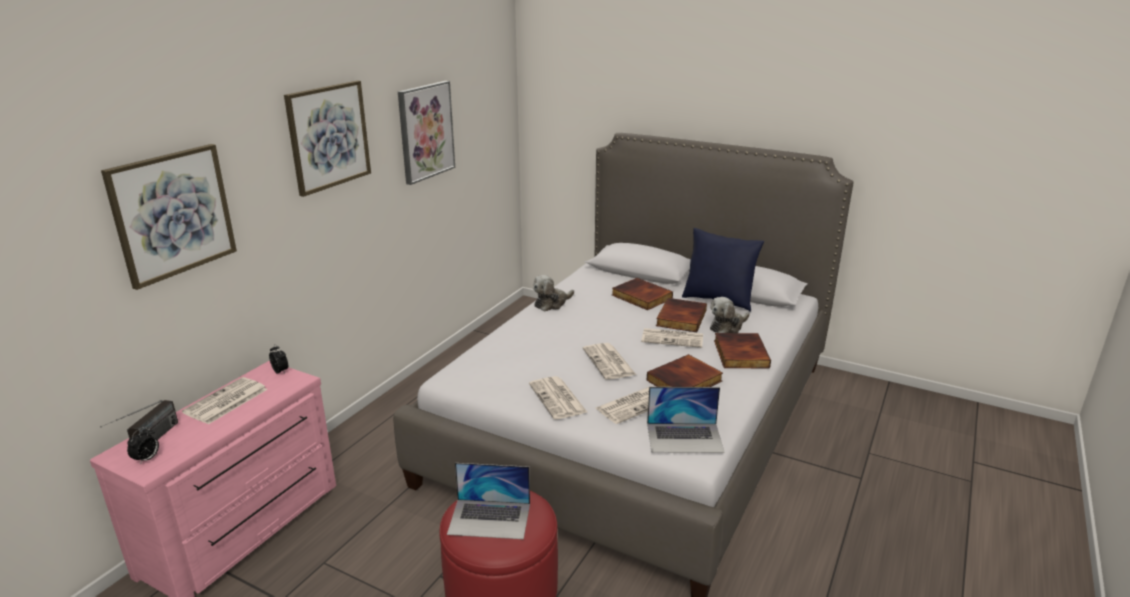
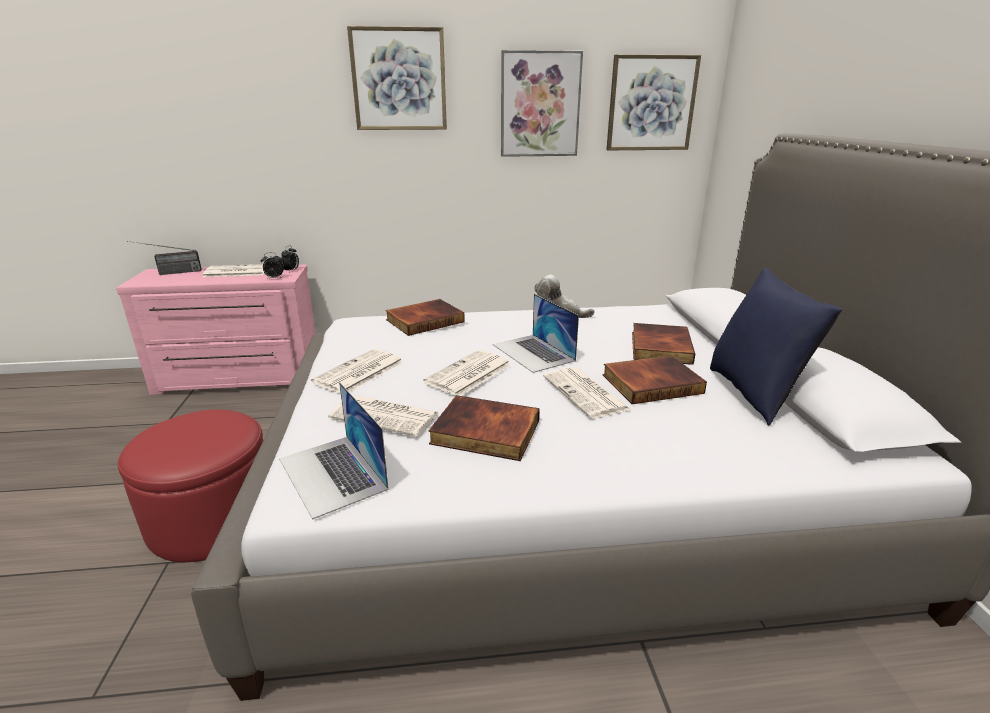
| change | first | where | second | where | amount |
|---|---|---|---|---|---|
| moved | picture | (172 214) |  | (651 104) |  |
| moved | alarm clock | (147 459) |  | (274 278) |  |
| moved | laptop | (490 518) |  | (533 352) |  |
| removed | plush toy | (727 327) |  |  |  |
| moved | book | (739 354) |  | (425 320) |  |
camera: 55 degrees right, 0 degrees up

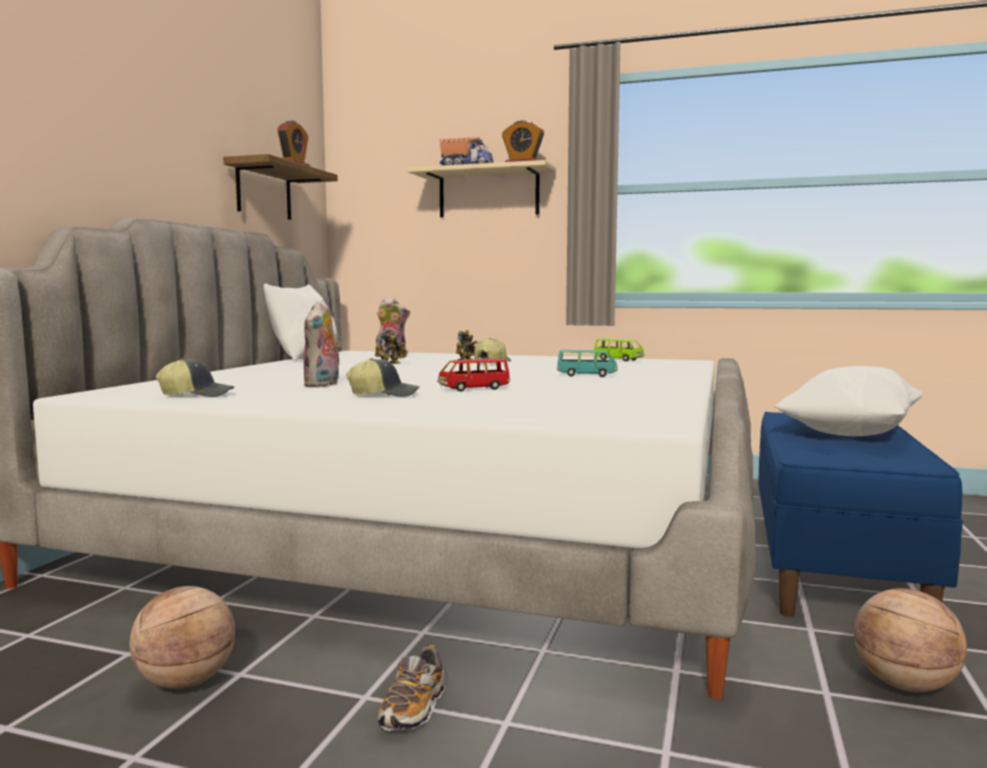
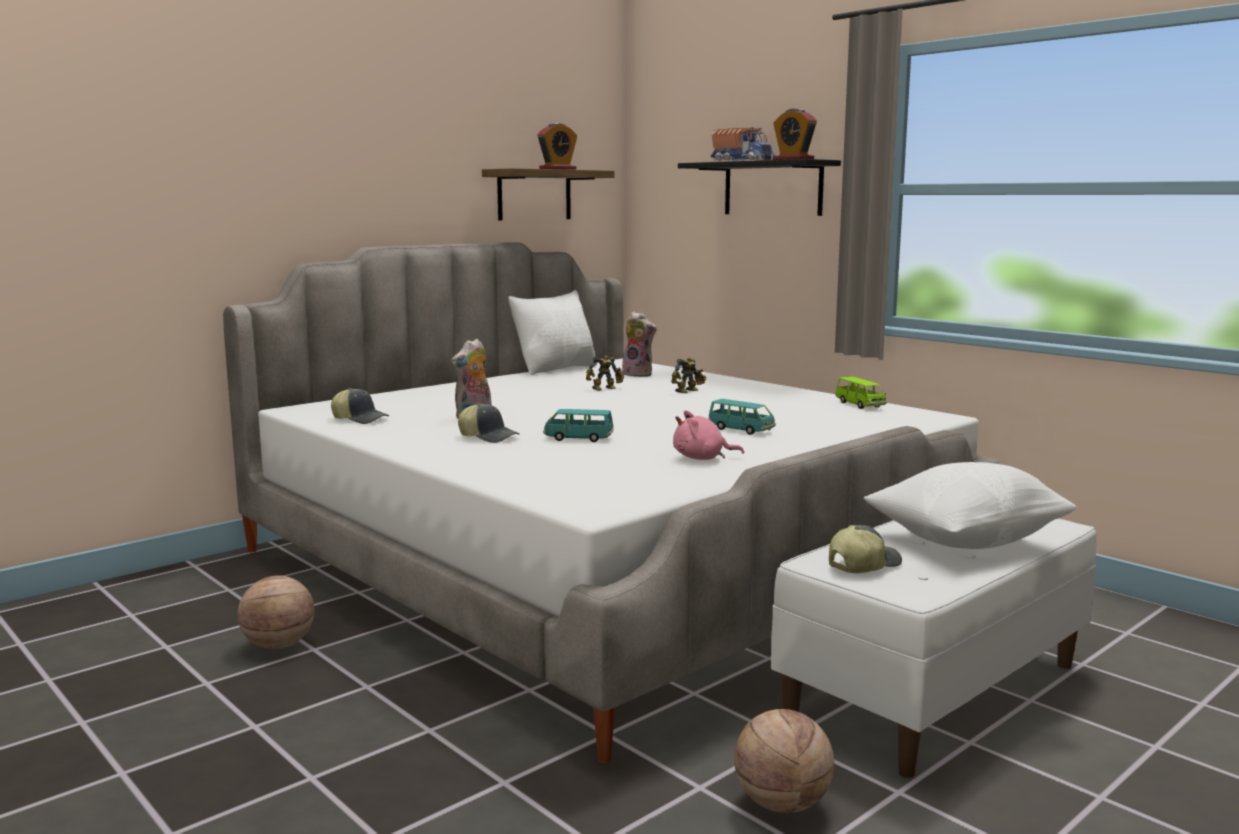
| change | first | where | second | where | amount |
|---|---|---|---|---|---|
| removed | shoe | (414 709) |  |  |  |
| recoloured | shelf (beige) | (488 193) | shelf (black) | (772 188) |  |
| recoloured | toy car (red) | (473 389) | toy car (turquoise) | (578 438) |  |
| moved | cap | (491 363) |  | (862 565) |  |
| recoloured | bench (blue) | (832 566) | bench (white) | (934 690) |  |
| added |  |  | plush toy (pink) | (702 458) |  |
camera: 30 degrees right, 5 degrees up

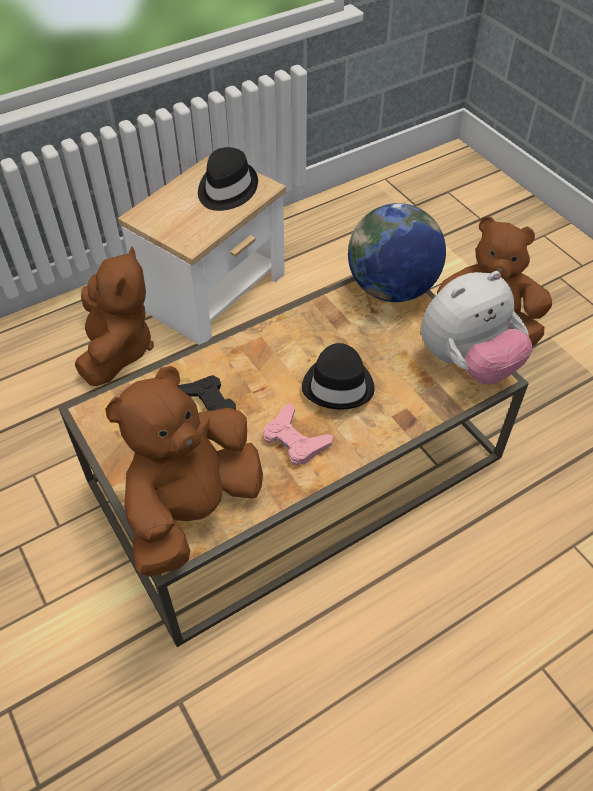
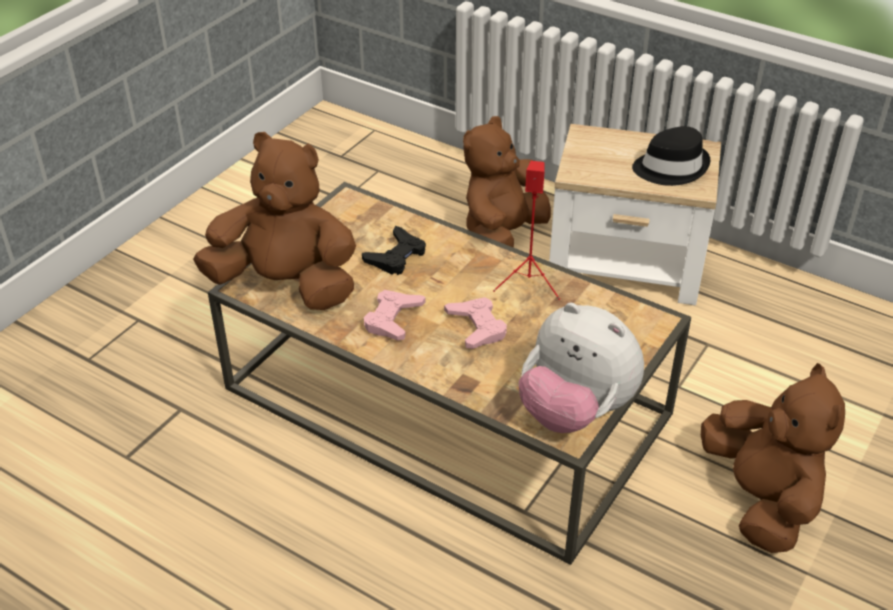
| change | first | where | second | where | amount |
|---|---|---|---|---|---|
| turned | plush toy (brown) | (117 350) |  | (502 235) | 150 degrees clockwise |
| replaced | hat (black) | (339 385) | game controller (pink) | (477 327) |  |
| removed | globe | (391 289) |  |  |  |
| added |  |  | speaker (red) | (529 283) |  |
camera: 65 degrees right, 10 degrees down

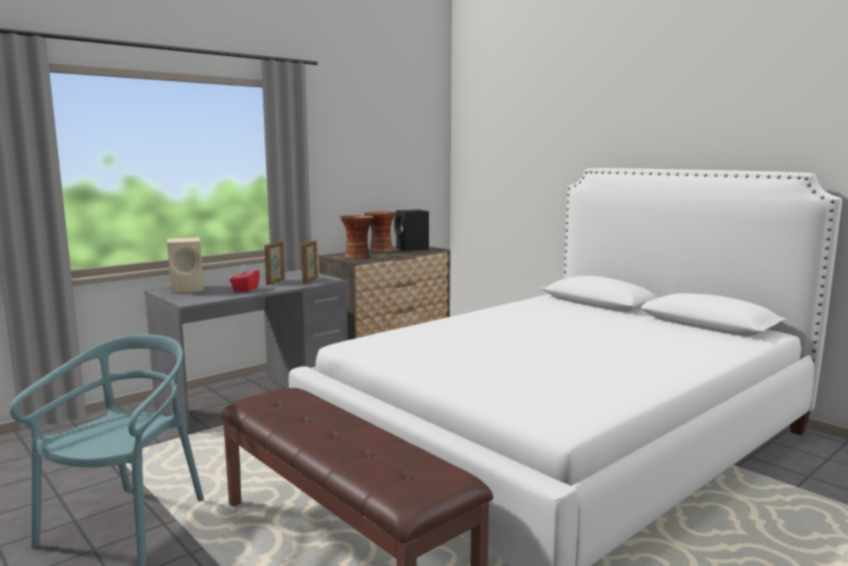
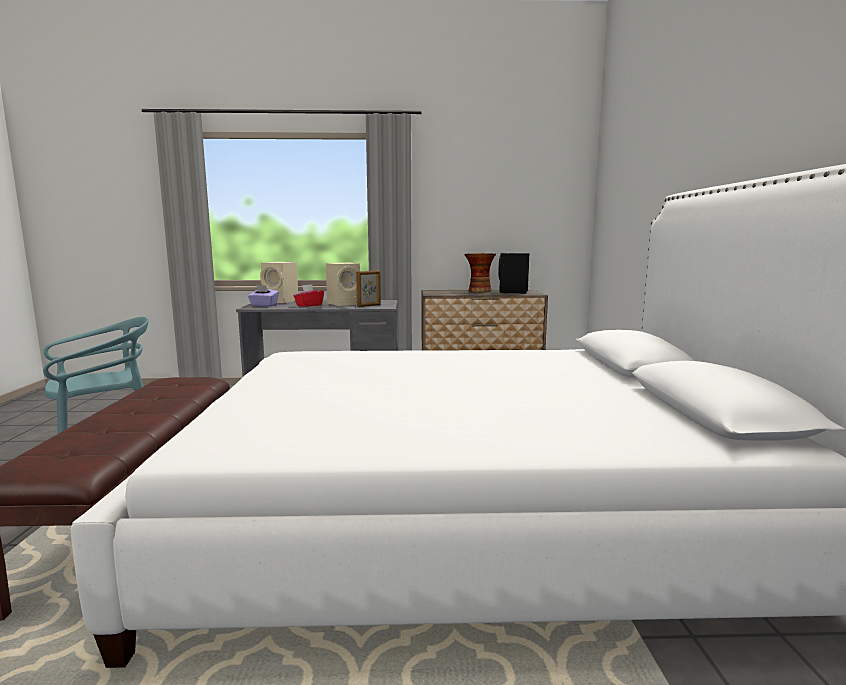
| change | first | where | second | where | amount |
|---|---|---|---|---|---|
| replaced | picture frame | (276 282) | speaker (beige) | (345 304) |  |
| removed | vase | (357 257) |  |  |  |
| added |  |  | tissue box (purple) | (263 305) |  |
camera: 40 degrees right, 0 degrees up

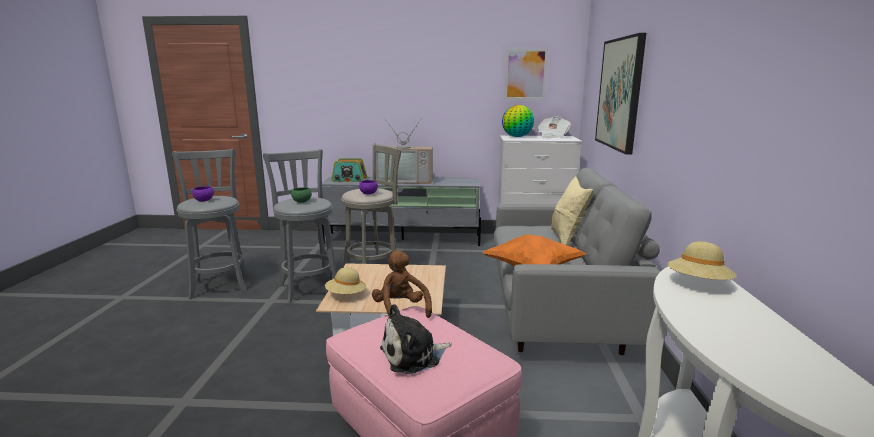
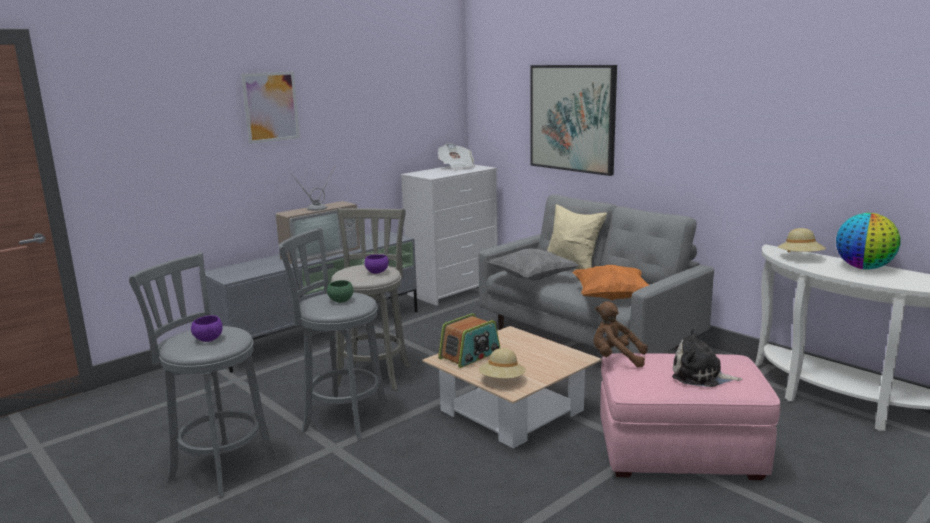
| change | first | where | second | where | amount |
|---|---|---|---|---|---|
| moved | radio | (349 180) |  | (470 355) |  |
| turned | plush toy | (413 356) |  | (700 376) | 90 degrees clockwise |
| moved | globe | (517 137) |  | (864 268) |  |
| moved | picture | (525 74) |  | (271 107) |  |
| added |  |  | pillow (grey) | (532 278) |  |
camera: 45 degrees left, 0 degrees up

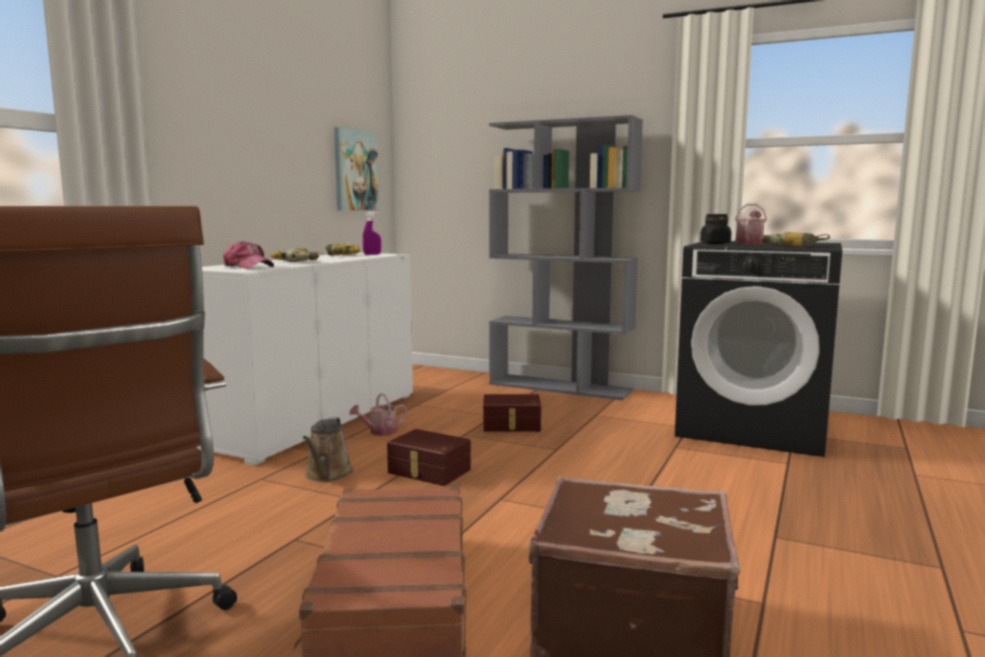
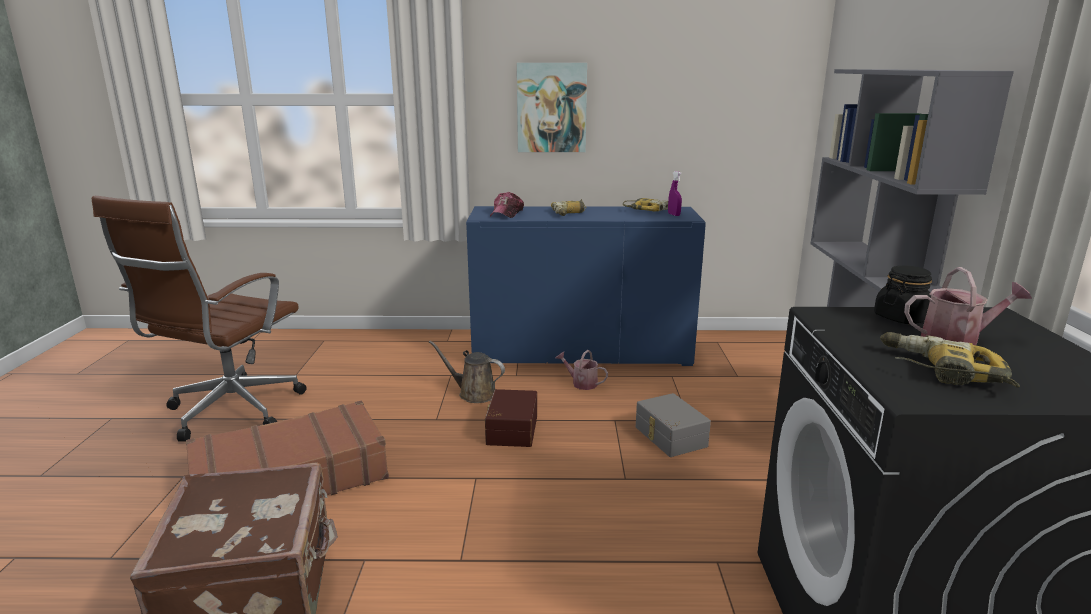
| change | first | where | second | where | amount |
|---|---|---|---|---|---|
| recoloured | cabinet (white) | (316 420) | cabinet (blue) | (581 352) |  |
| turned | watering can (brown) | (327 475) |  | (474 393) | 45 degrees clockwise |
| moved | picture | (355 170) |  | (551 108) |  |
| recoloured | storage box (brown) | (511 425) | storage box (grey) | (669 437) |  |
camera: 65 degrees right, 10 degrees up

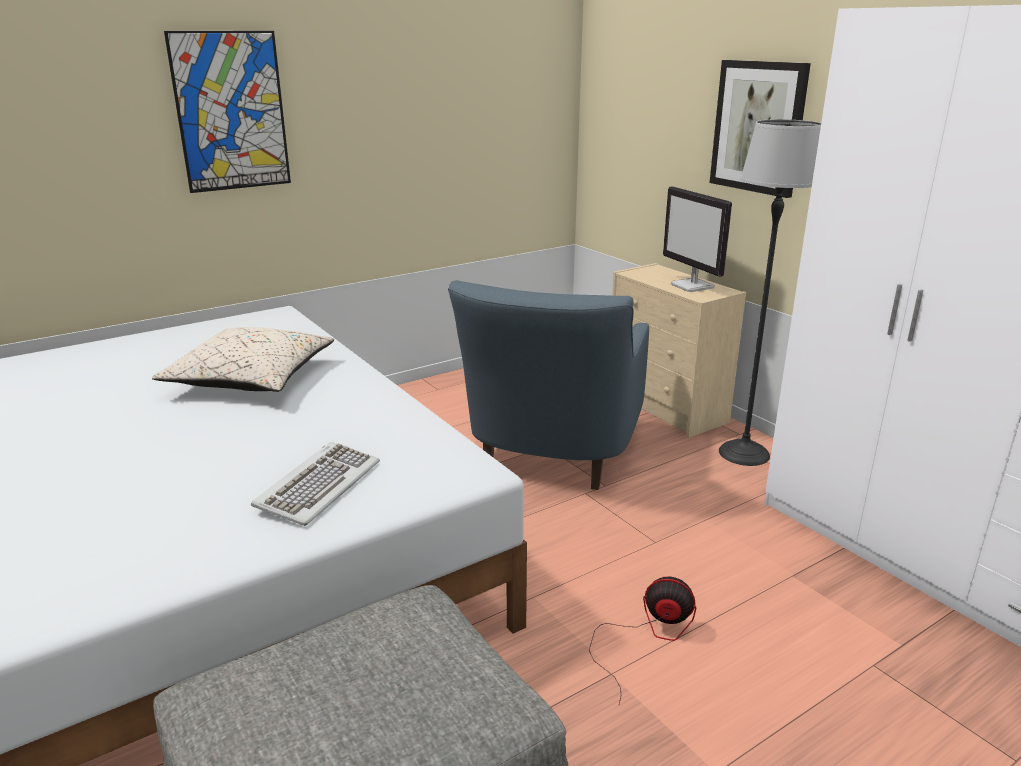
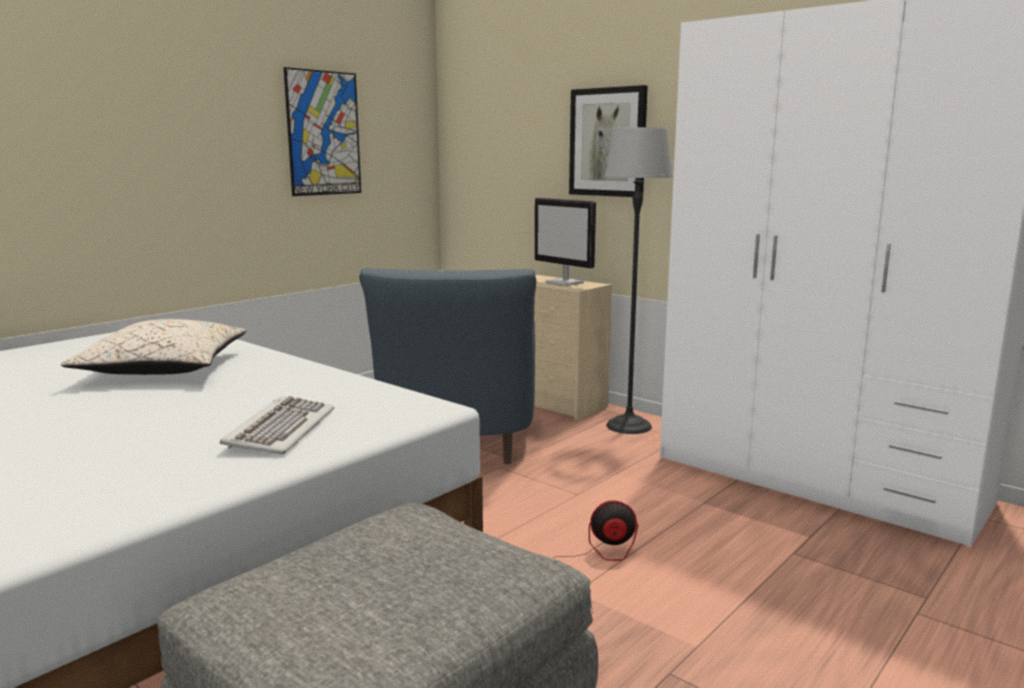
| change | first | where | second | where | amount |
|---|---|---|---|---|---|
| moved | picture | (231 112) |  | (323 133) |  |
camera: 15 degrees left, 10 degrees down

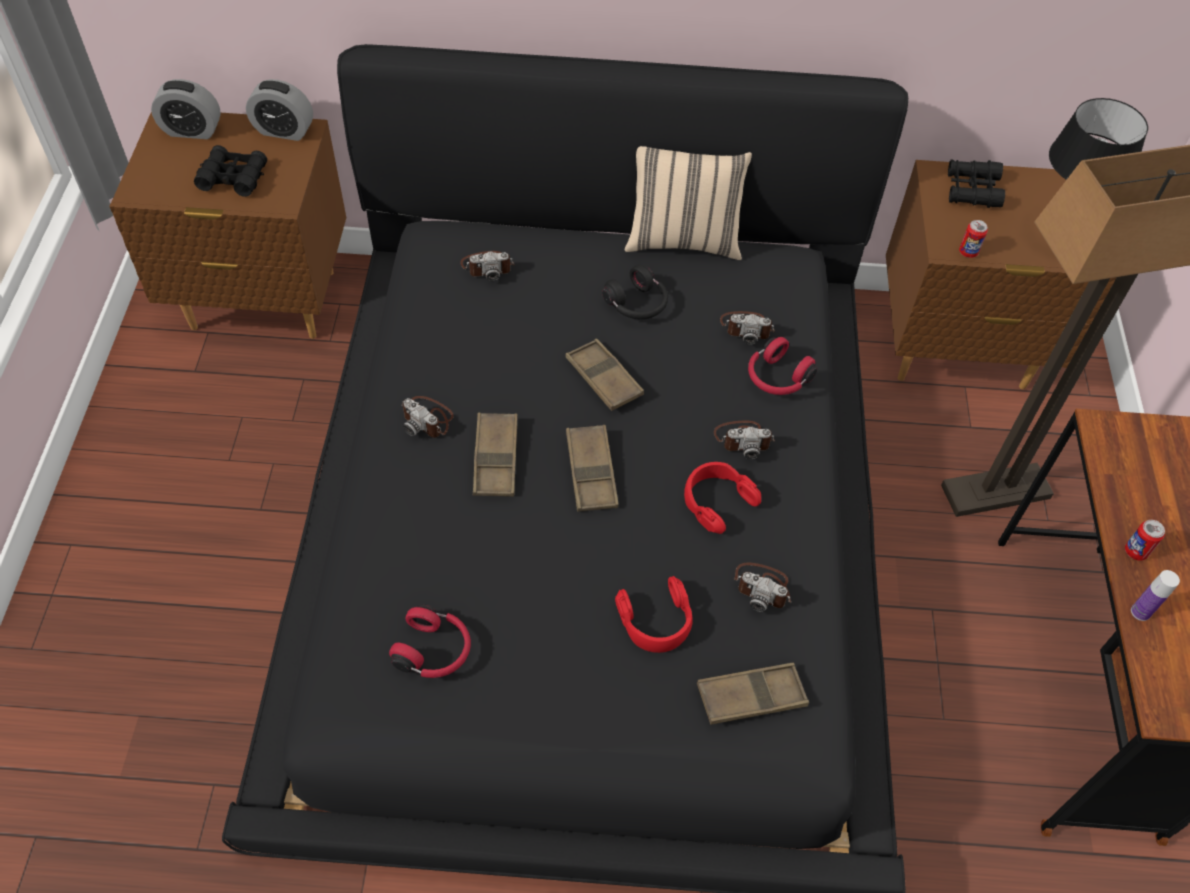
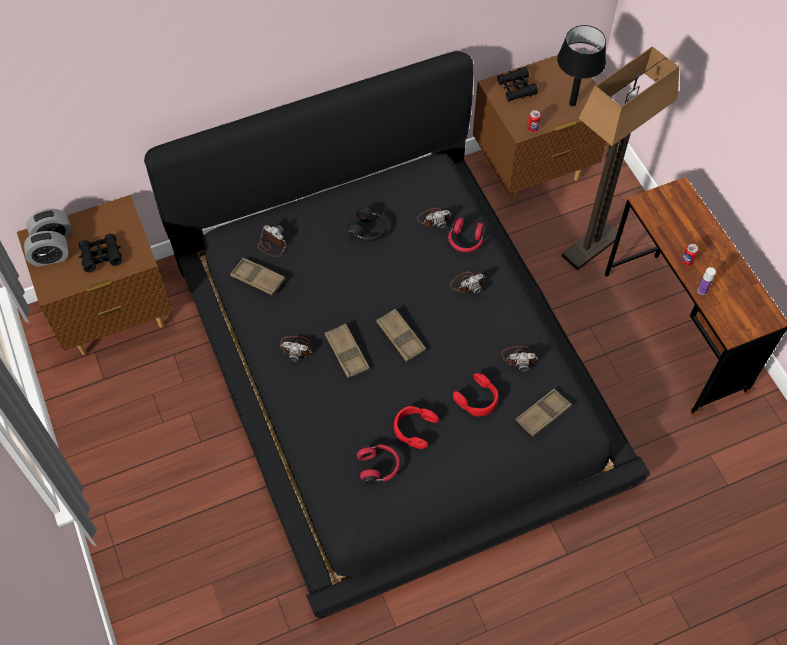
| change | first | where | second | where | amount |
|---|---|---|---|---|---|
| moved | alarm clock | (284 131) |  | (50 258) |  |
| turned | photo camera | (487 266) |  | (271 244) | 105 degrees counterclockwise |
| moved | tray (brown) | (603 379) |  | (258 279) |  |
| removed | pillow (beige) | (683 240) |  |  |  |
| moved | headphones (red) | (716 501) |  | (413 428) |  |
camera: 25 degrees left, 5 degrees up

